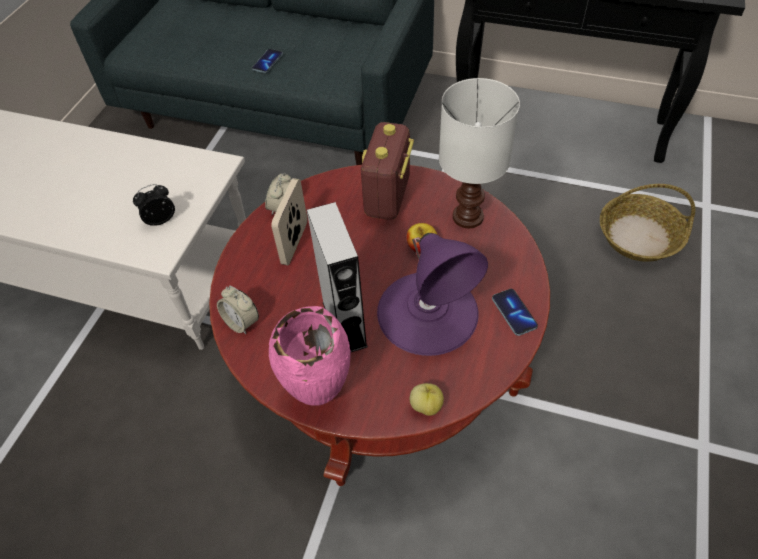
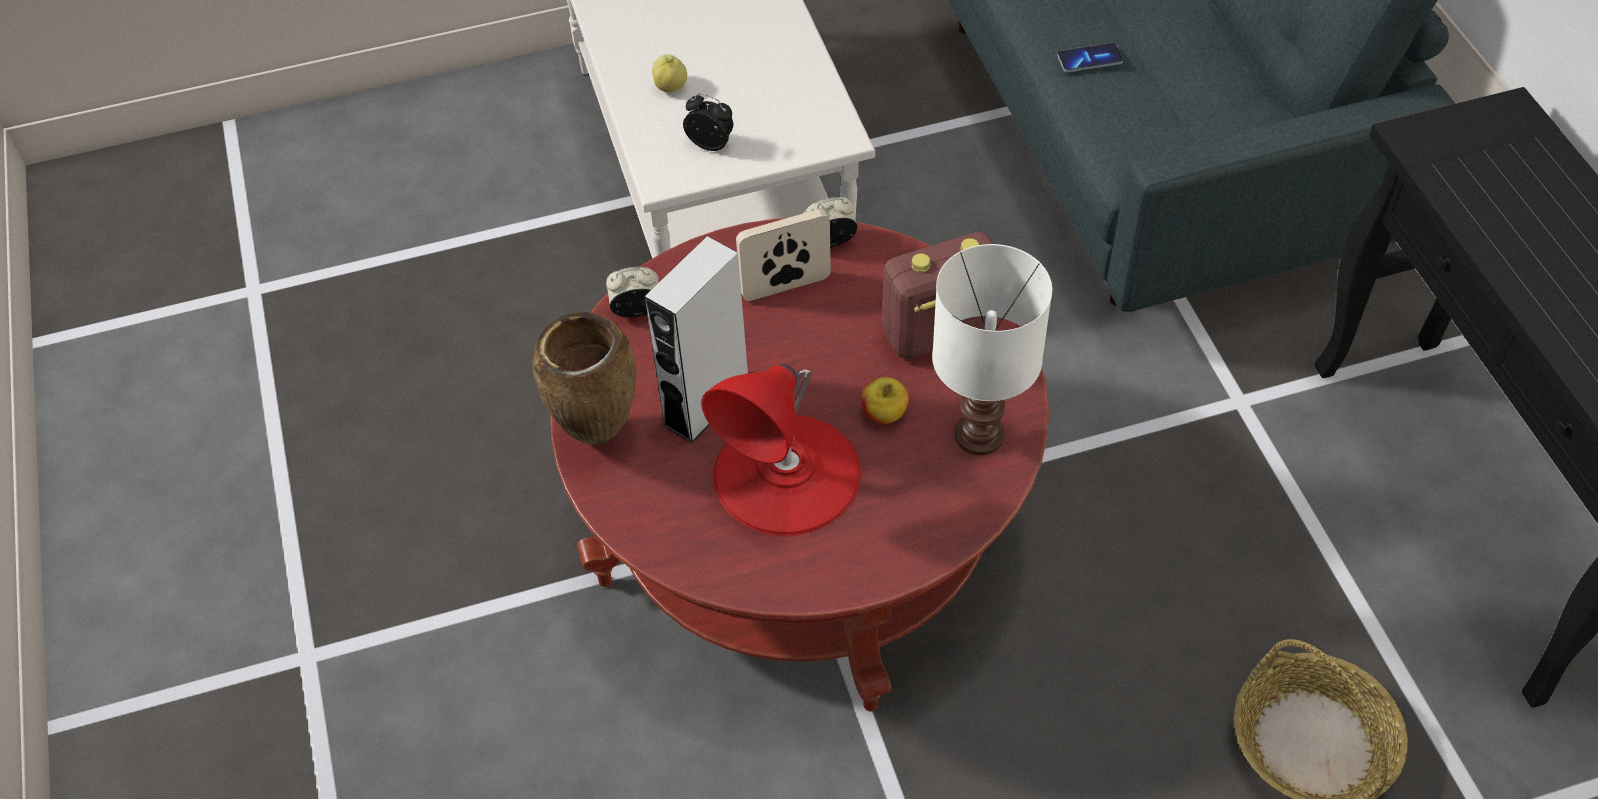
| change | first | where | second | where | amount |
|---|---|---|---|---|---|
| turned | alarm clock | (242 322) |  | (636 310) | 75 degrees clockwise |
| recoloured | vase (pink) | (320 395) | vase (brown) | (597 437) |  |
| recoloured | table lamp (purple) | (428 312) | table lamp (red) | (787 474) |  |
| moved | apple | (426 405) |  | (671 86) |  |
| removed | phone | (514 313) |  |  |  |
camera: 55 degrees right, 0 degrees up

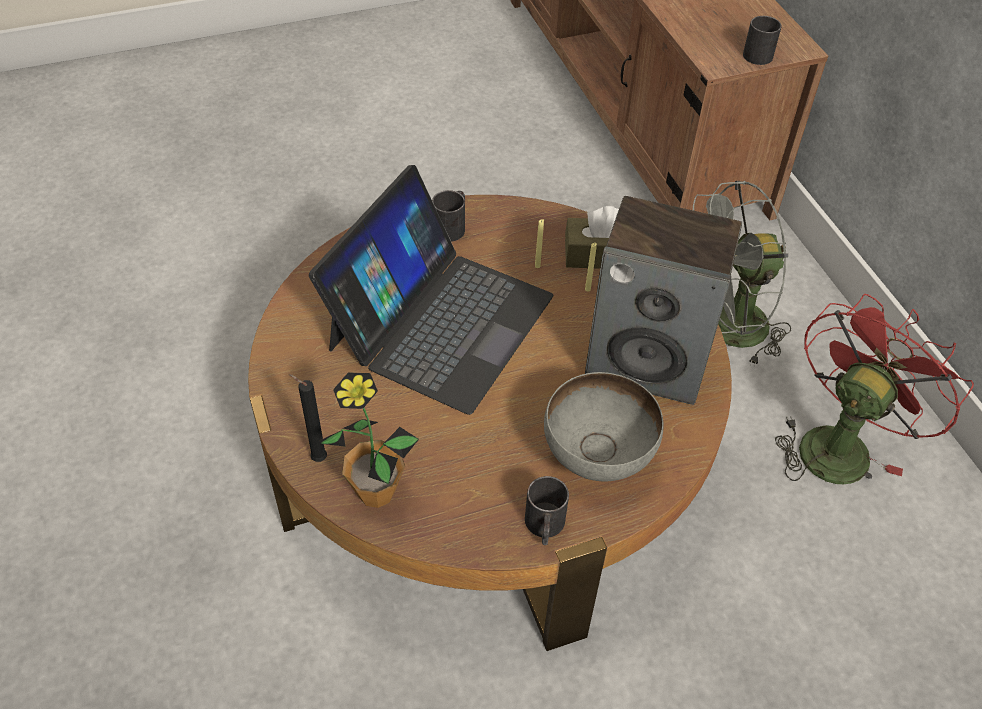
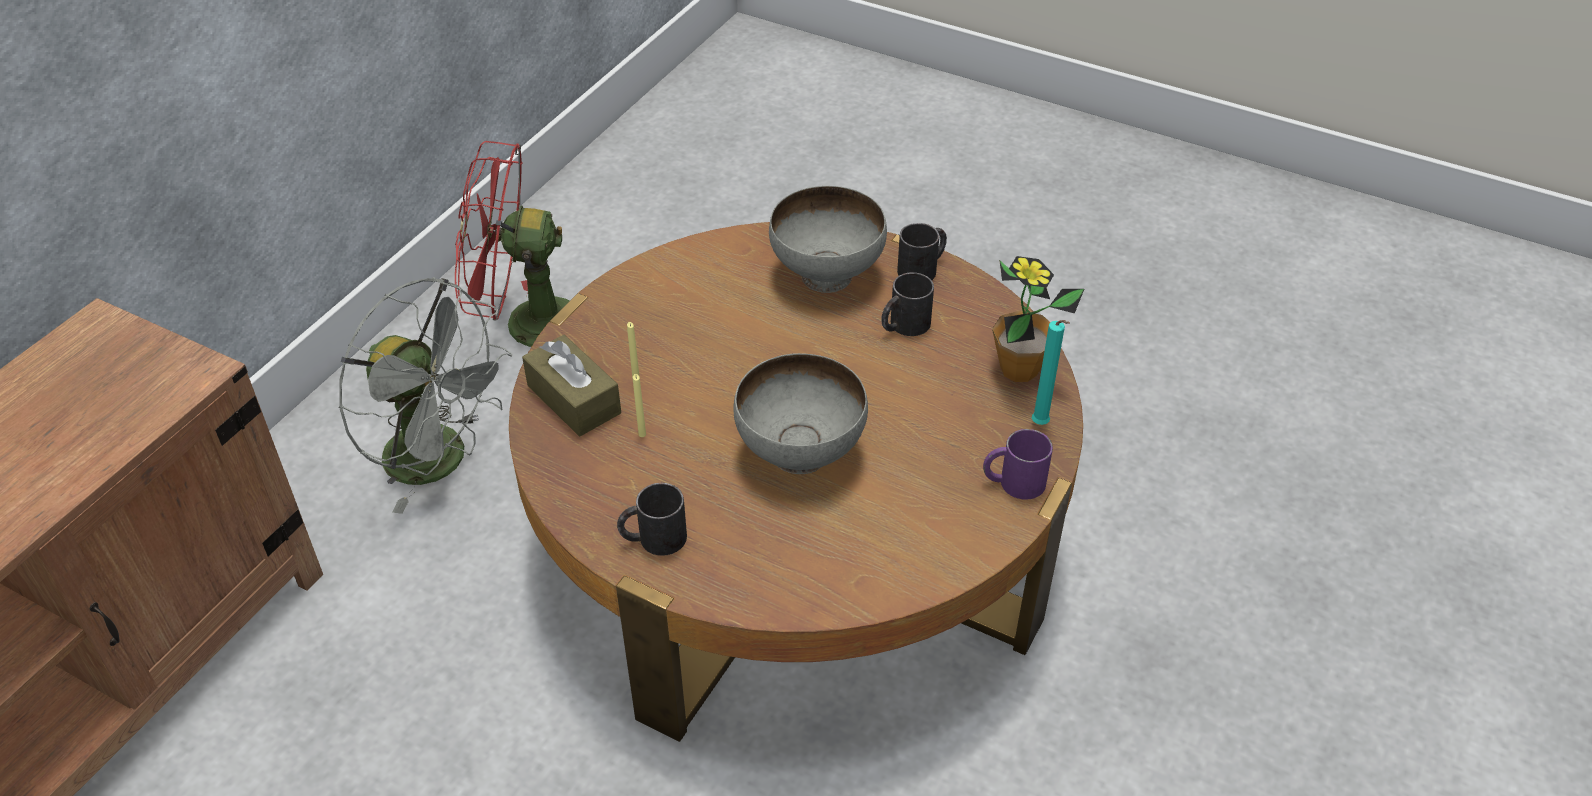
| change | first | where | second | where | amount |
|---|---|---|---|---|---|
| recoloured | candle (black) | (316 458) | candle (turquoise) | (1041 425) |  |
| replaced | laptop | (440 321) | bowl (grey) | (800 455) |  |
| removed | speaker | (648 361) |  |  |  |
| moved | mug (black) | (757 52) |  | (903 326) |  |
| added |  |  | mug (purple) | (1013 482) |  |
camera: 130 degrees left, 5 degrees down

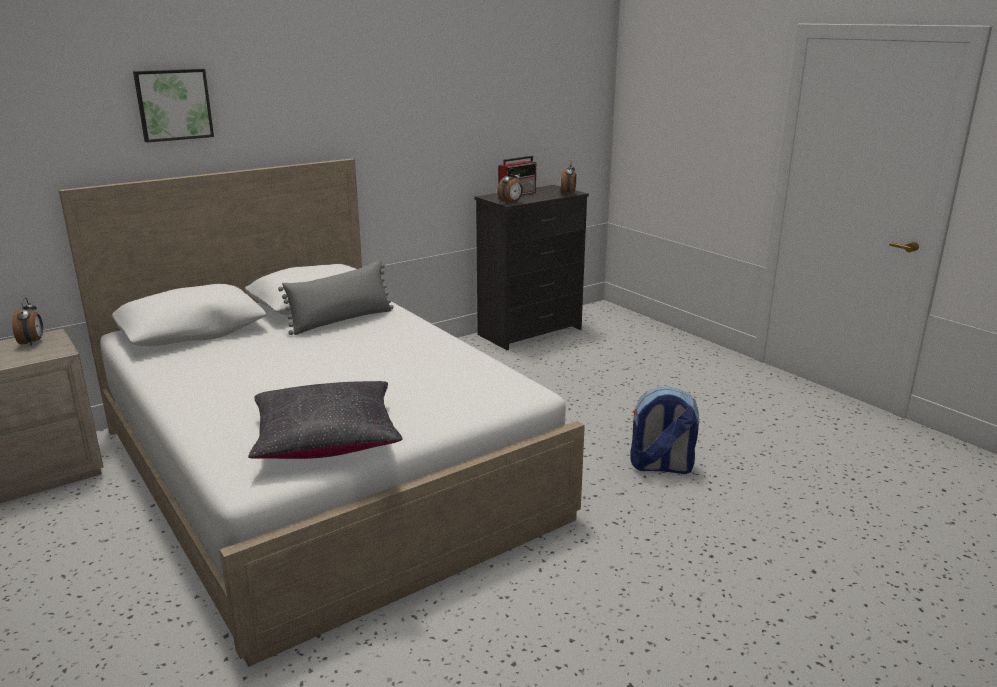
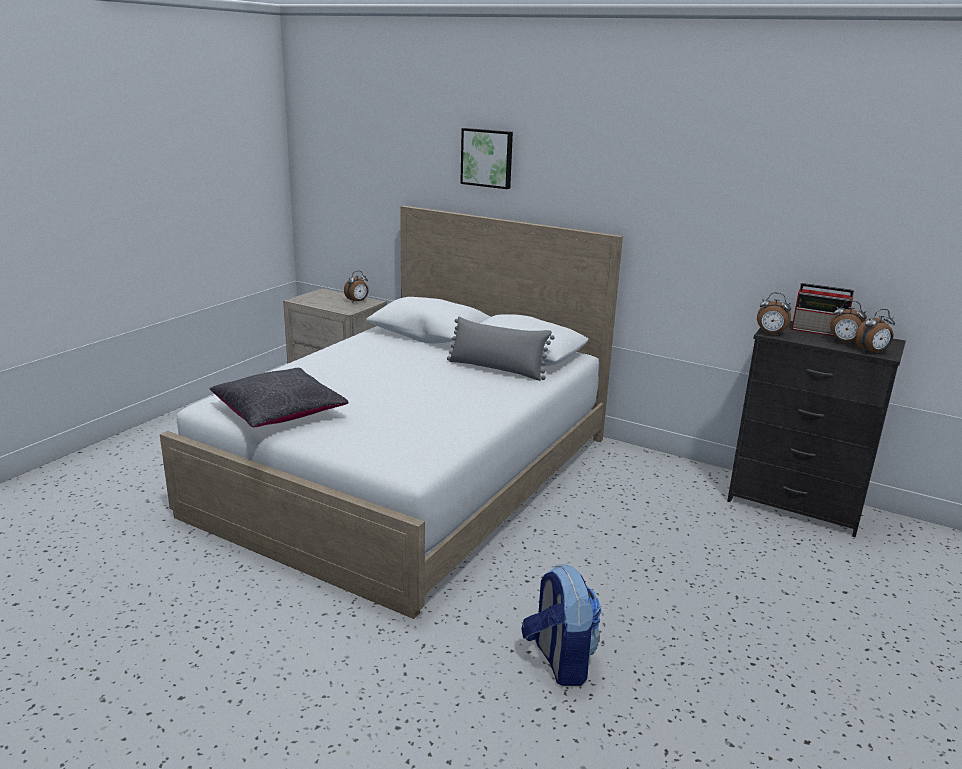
| change | first | where | second | where | amount |
|---|---|---|---|---|---|
| added |  |  | alarm clock | (844 343) |  |
camera: 65 degrees right, 0 degrees up

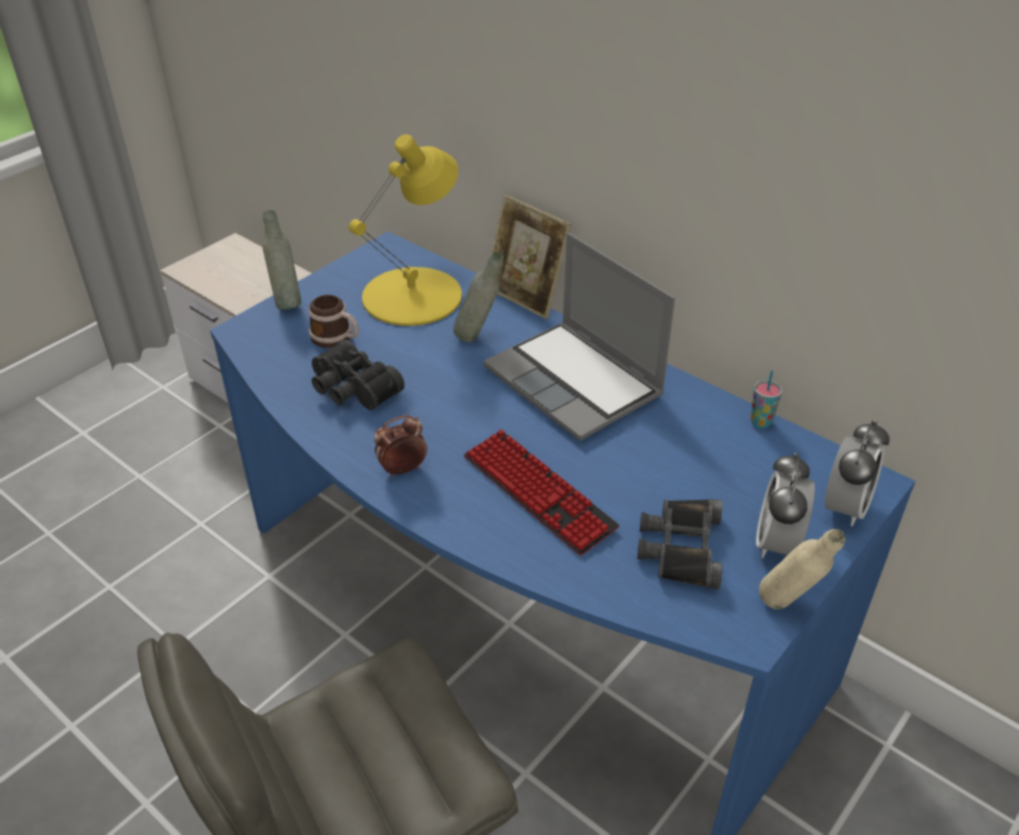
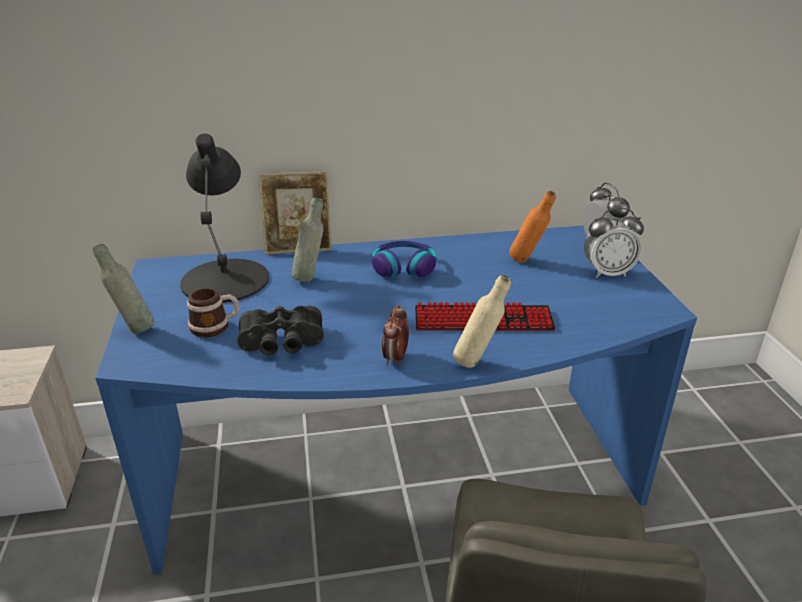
| change | first | where | second | where | amount |
|---|---|---|---|---|---|
| recoloured | table lamp (yellow) | (414 296) | table lamp (black) | (226 279) |  |
| replaced | laptop | (576 382) | headphones | (404 267) |  |
| removed | binoculars (black) | (680 547) |  |  |  |
| removed | cup | (760 422) |  |  |  |
| turned | alarm clock | (777 543) |  | (607 273) | 60 degrees counterclockwise |
| moved | bottle (beige) | (787 609) |  | (477 363) |  |
| added |  |  | bottle (orange) | (527 262) |  |
camera: 50 degrees left, 10 degrees down

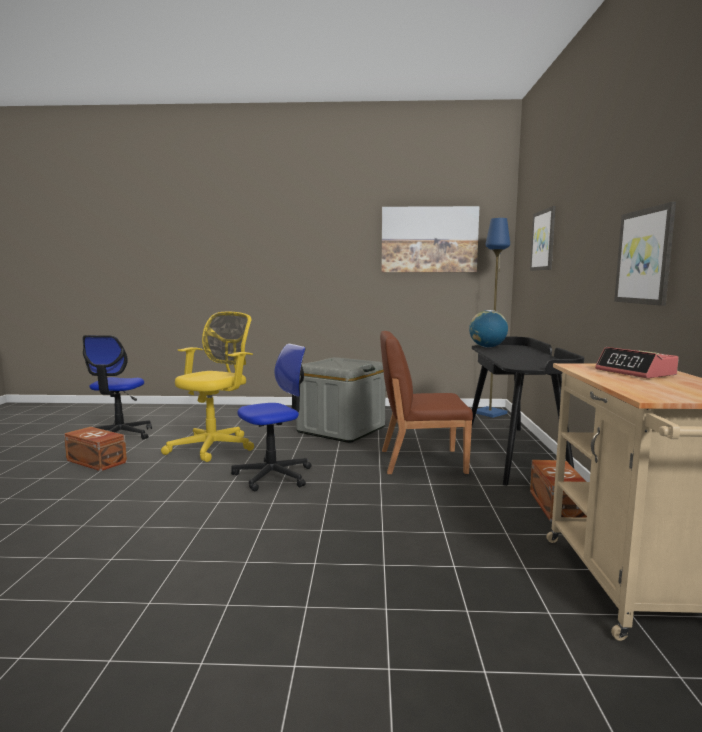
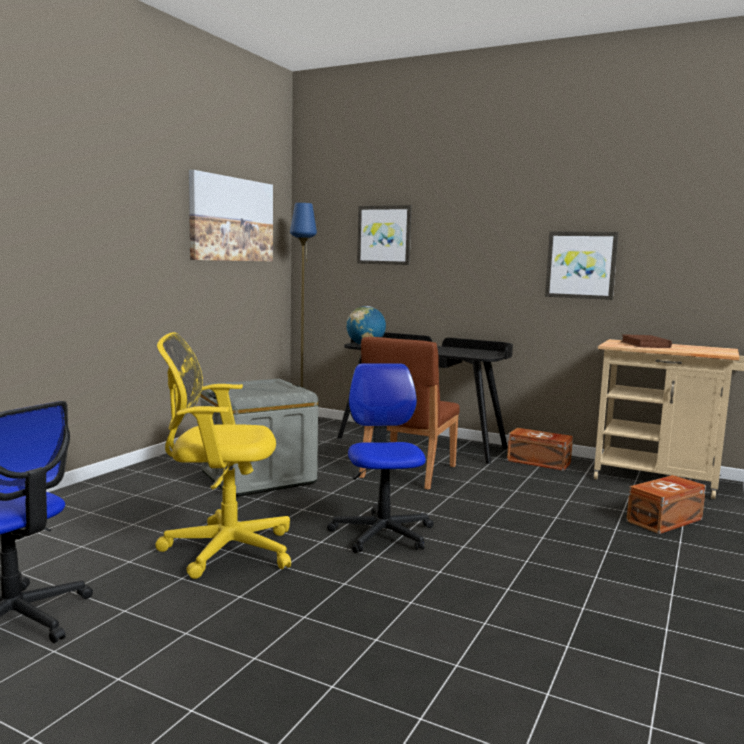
| change | first | where | second | where | amount |
|---|---|---|---|---|---|
| moved | storage box (brown) | (96 461) |  | (666 520) |  |
| turned | office chair (yellow) | (215 447) |  | (222 549) | 60 degrees counterclockwise |
| replaced | alarm clock | (635 372) | book (brown) | (645 344) |  |
camera: 65 degrees left, 0 degrees up

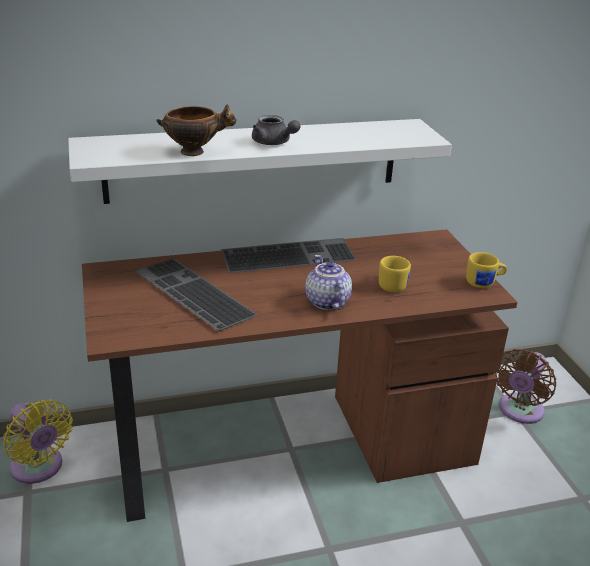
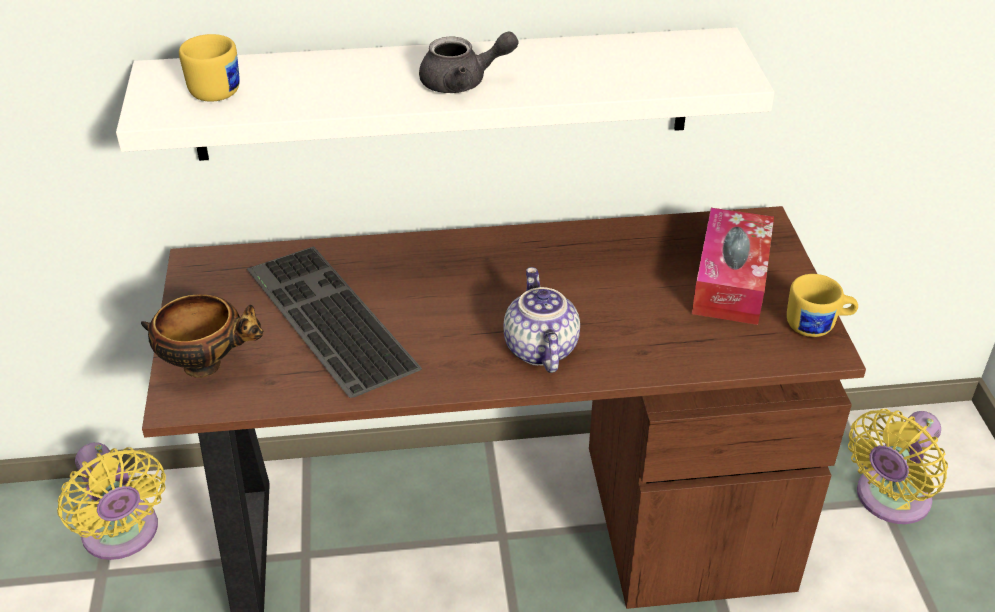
| change | first | where | second | where | amount |
|---|---|---|---|---|---|
| moved | bowl | (195 152) |  | (207 365) |  |
| removed | keyboard | (289 254) |  |  |  |
| turned | teapot (grey) | (274 143) |  | (463 82) | 60 degrees counterclockwise |
| moved | mug (yellow) | (391 284) |  | (218 88) |  |
| recoloured | fan (brown) | (519 411) | fan (yellow) | (888 500) |  |
| added |  |  | tissue box | (730 280) |  |
camera: 10 degrees right, 10 degrees up

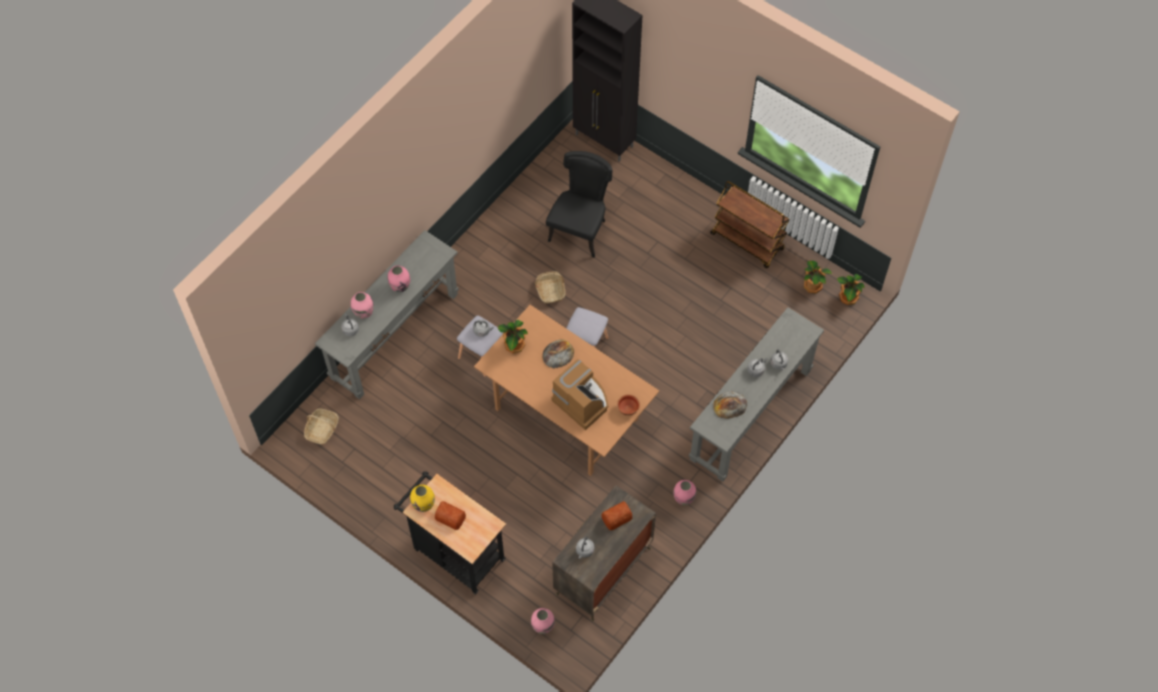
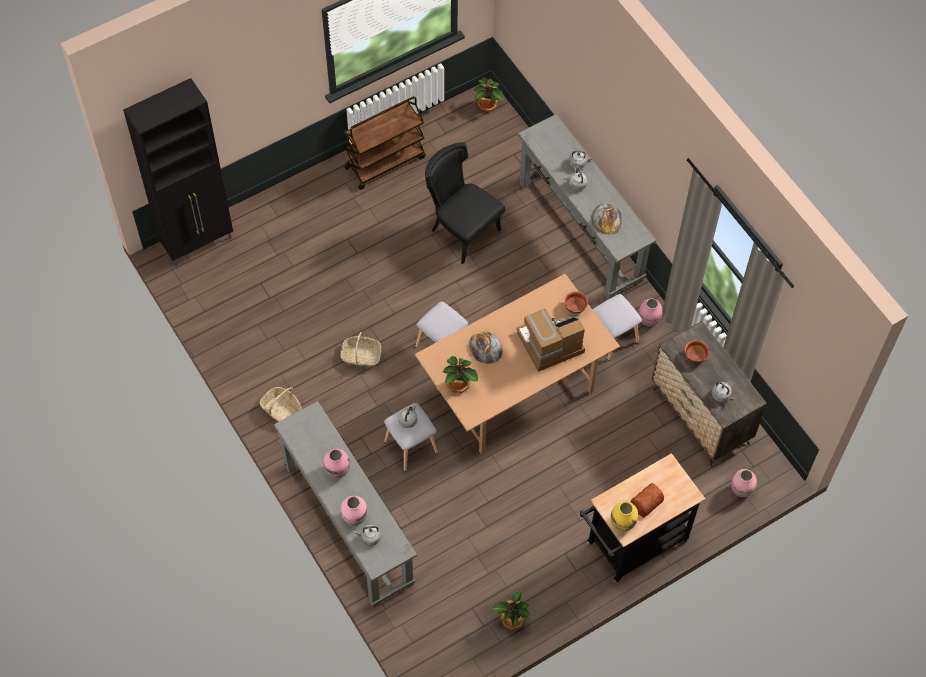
| change | first | where | second | where | amount |
|---|---|---|---|---|---|
| moved | basket | (322 430) |  | (281 409) |  |
| moved | chair (black) | (580 230) |  | (462 231) |  |
| replaced | bread | (616 517) | bowl | (695 356) |  |
| moved | potted plant | (813 285) |  | (511 619) |  |
| added |  |  | stool (grey) | (613 337) |  |
camera: 70 degrees left, 0 degrees up

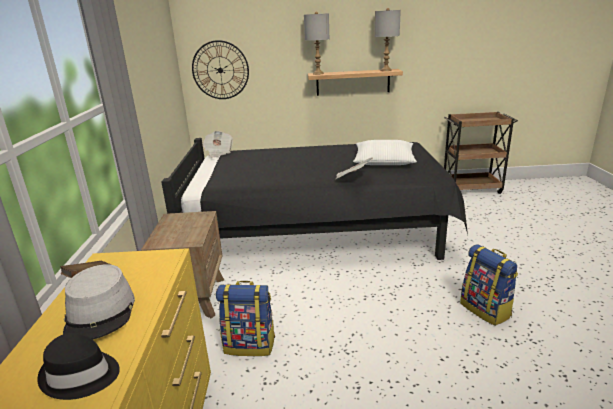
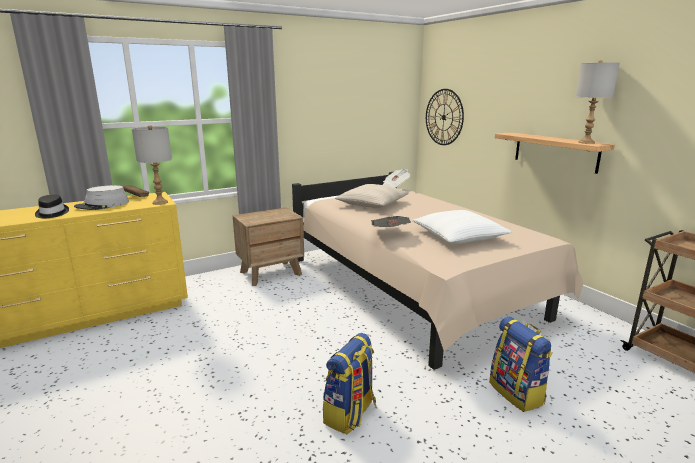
| change | first | where | second | where | amount |
|---|---|---|---|---|---|
| recoloured | bed (black) | (319 231) | bed (beige) | (413 290) |  |
| moved | backpack | (250 345) |  | (517 393) |  |
| moved | table lamp (grey) | (318 73) |  | (160 202) |  |
| added |  |  | pillow (beige) | (372 204) |  |
camera: 60 degrees right, 5 degrees down

